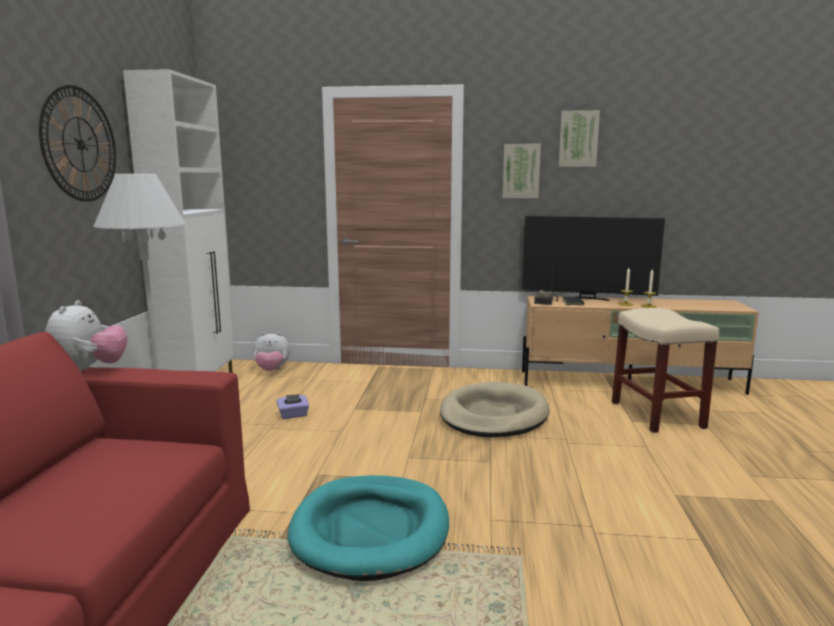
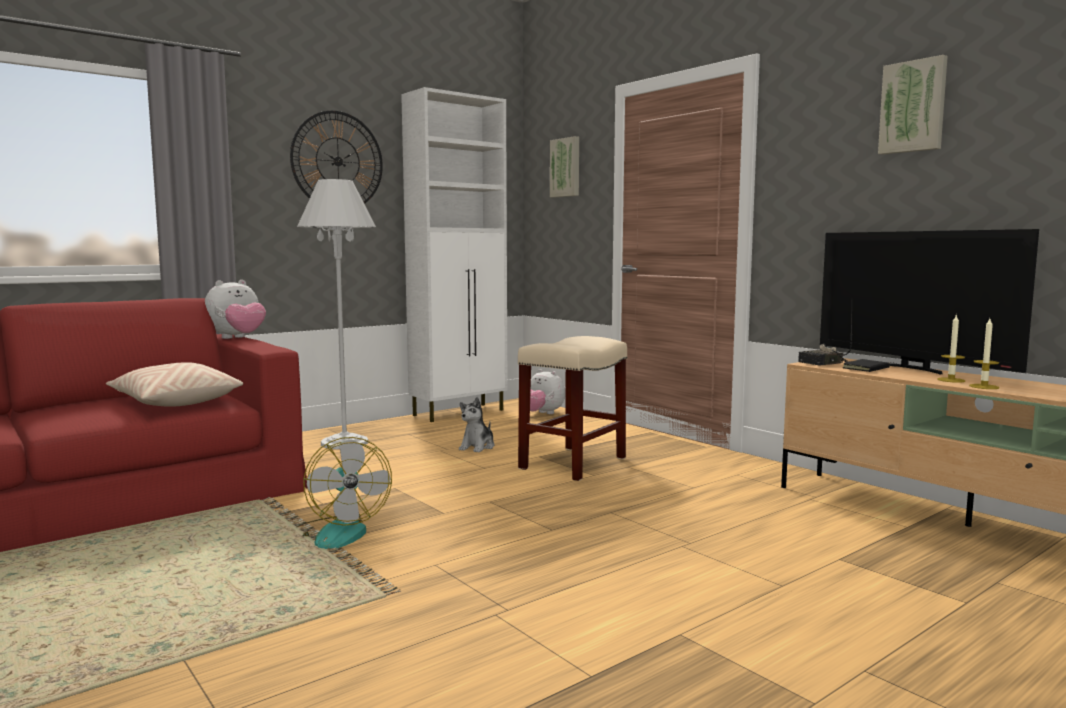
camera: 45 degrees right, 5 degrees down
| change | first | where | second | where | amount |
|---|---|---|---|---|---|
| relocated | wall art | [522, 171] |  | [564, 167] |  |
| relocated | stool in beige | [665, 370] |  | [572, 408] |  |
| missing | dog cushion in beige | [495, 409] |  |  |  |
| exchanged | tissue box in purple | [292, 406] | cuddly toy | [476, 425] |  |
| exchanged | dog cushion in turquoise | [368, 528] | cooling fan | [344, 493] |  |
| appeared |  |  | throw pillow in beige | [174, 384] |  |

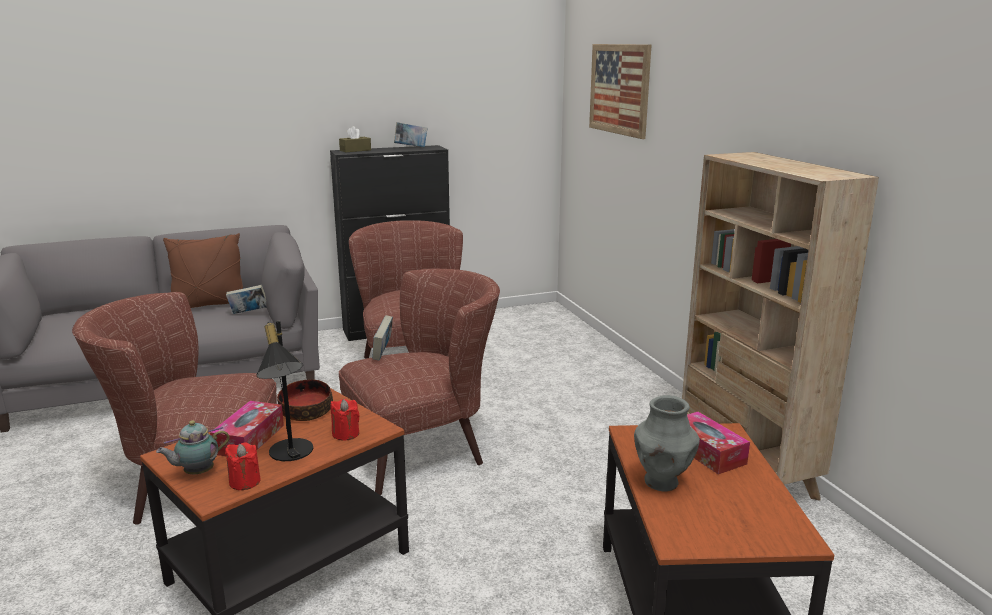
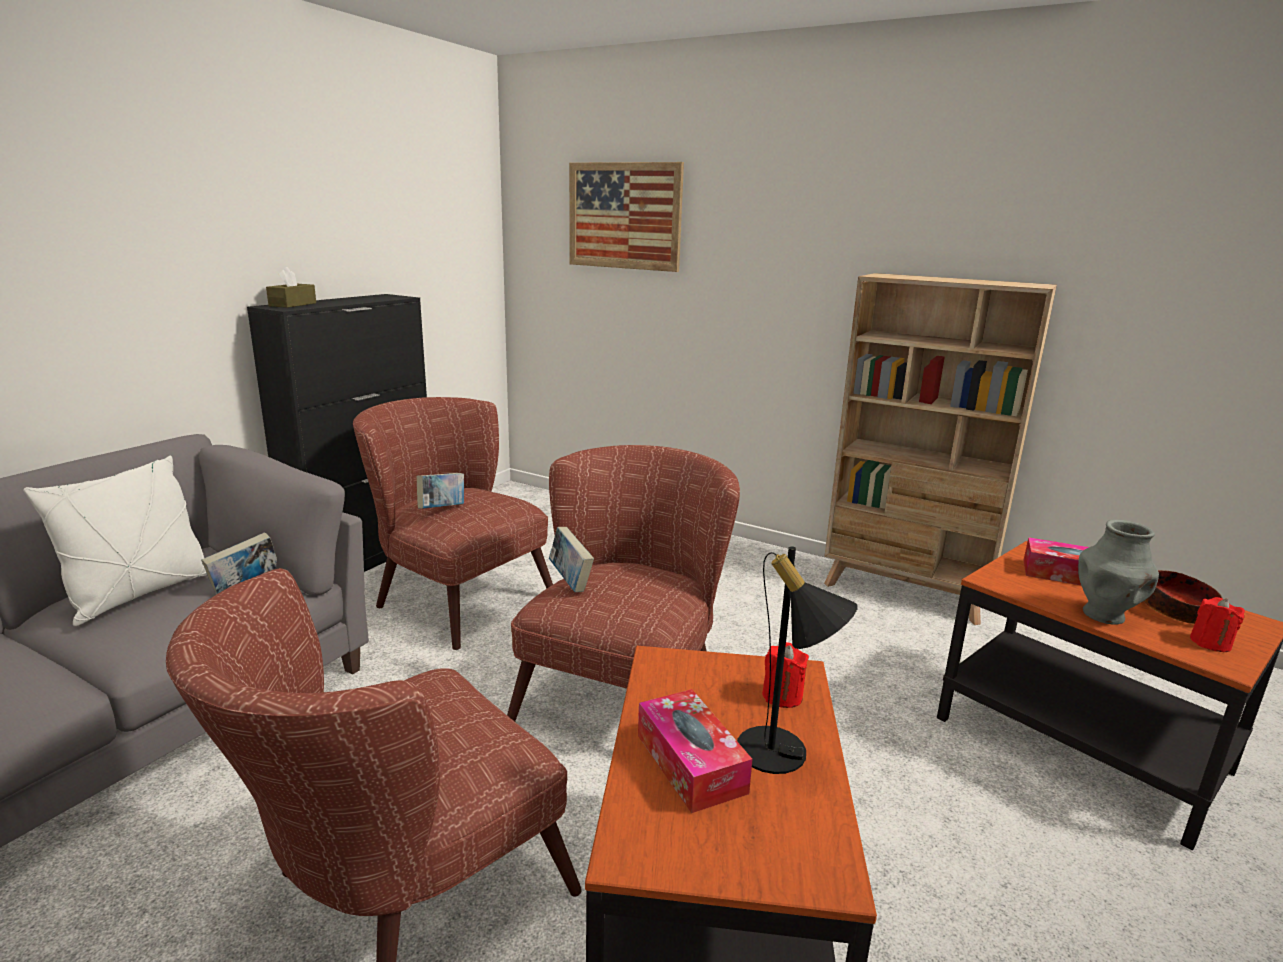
camera: 40 degrees left, 0 degrees up
| change | first | where | second | where | amount |
|---|---|---|---|---|---|
| relocated | book | [411, 134] |  | [440, 491] |  |
| colour | throw pillow in brown-coloured | [203, 270] | throw pillow in white | [115, 541] |  |
| relocated | deep dish | [305, 400] |  | [1183, 597] |  |
| missing | pot for tea | [193, 447] |  |  |  |
| relocated | wax candle in red-coloured | [242, 466] |  | [1217, 624] |  |

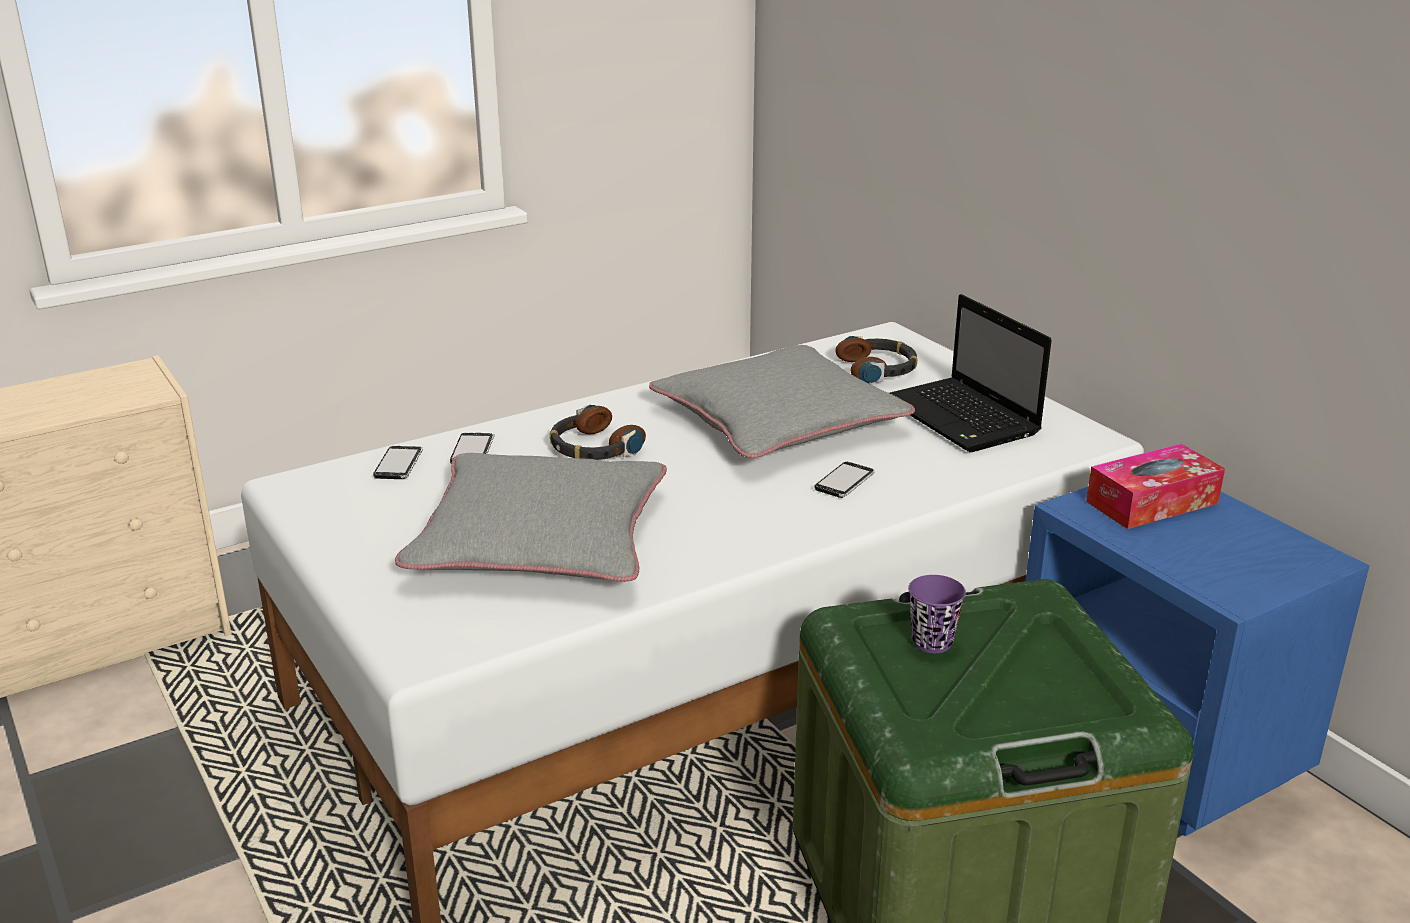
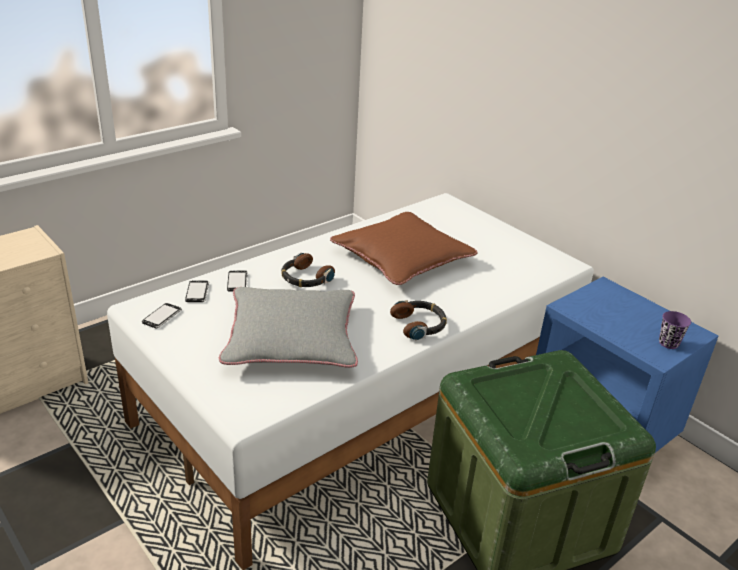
camera: 10 degrees left, 5 degrees up
| change | first | where | second | where | amount |
|---|---|---|---|---|---|
| missing | laptop | [971, 373] |  |  |  |
| relocated | headphones | [876, 360] |  | [418, 320] |  |
| colour | throw pillow in greyish | [782, 401] | throw pillow in brown-coloured | [404, 248] |  |
| missing | tissue box | [1155, 486] |  |  |  |
| relocated | handset | [845, 480] |  | [162, 315] |  |
| relocated | cup in purple | [937, 614] |  | [675, 330] |  |

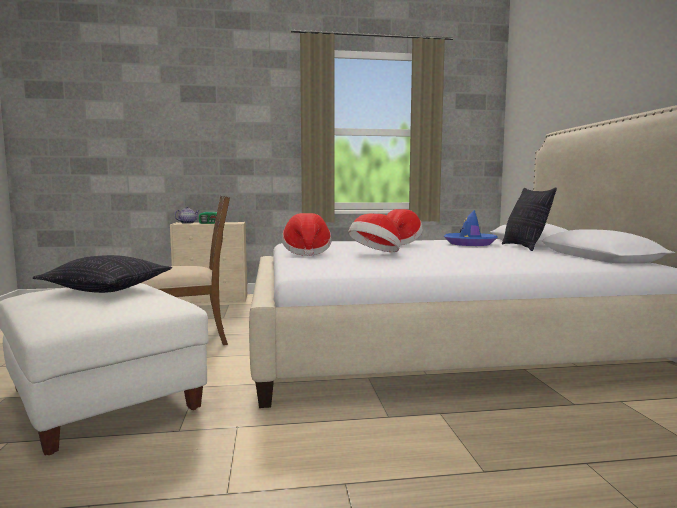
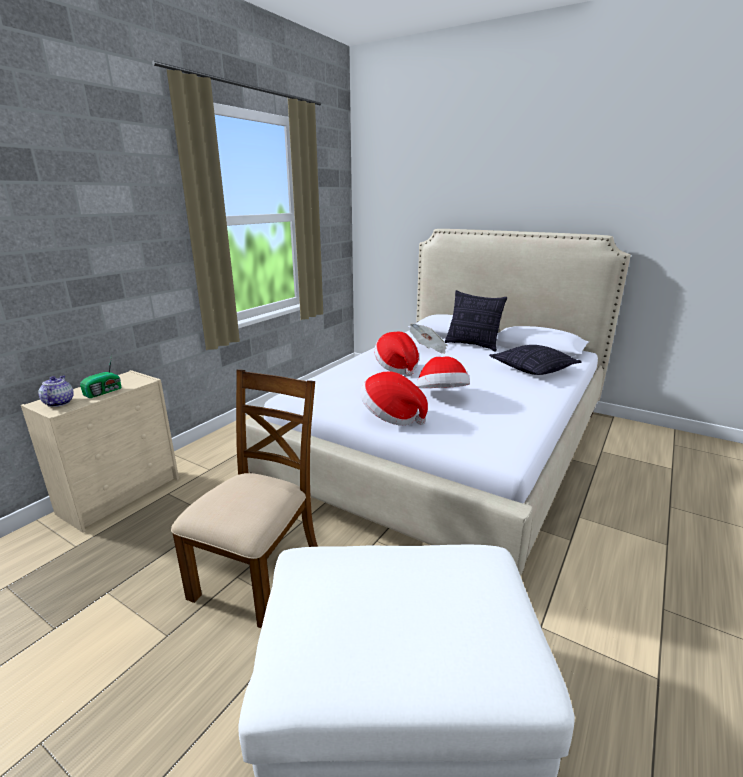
camera: 50 degrees left, 15 degrees up
| change | first | where | second | where | amount |
|---|---|---|---|---|---|
| exchanged | clothing hat in blue-coloured | [471, 228] | newspaper | [428, 338] |  |
| relocated | throw pillow | [102, 274] |  | [535, 360] |  |

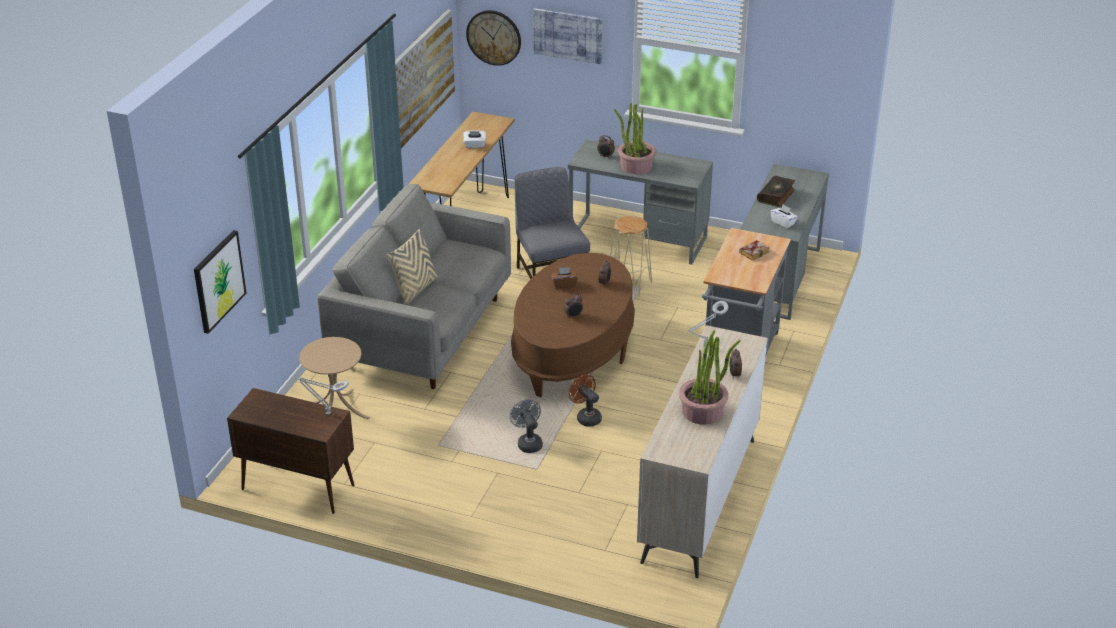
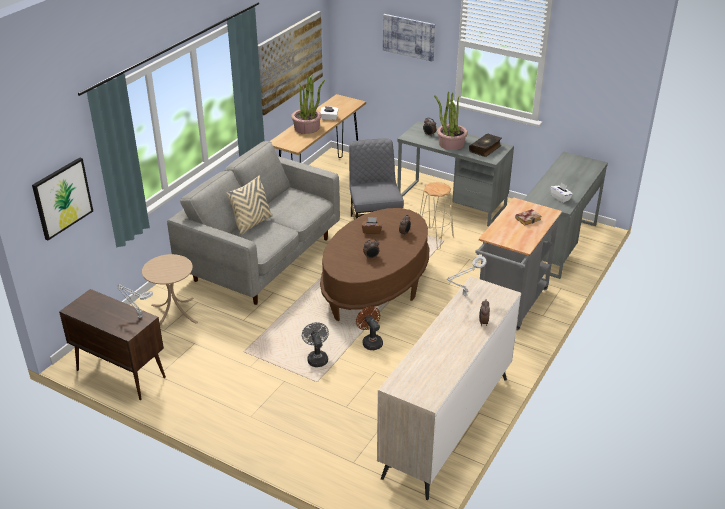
camera: 10 degrees right, 0 degrees up
| change | first | where | second | where | amount |
|---|---|---|---|---|---|
| missing | hanging clock | [493, 38] |  |  |  |
| relocated | book | [776, 191] |  | [485, 145] |  |
| relocated | potted plant | [709, 377] |  | [308, 104] |  |

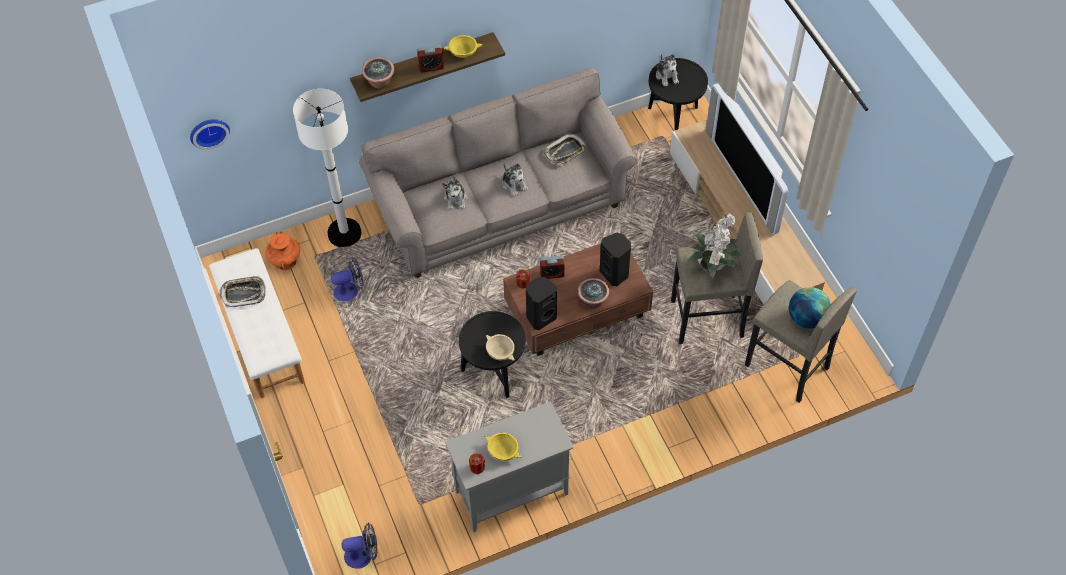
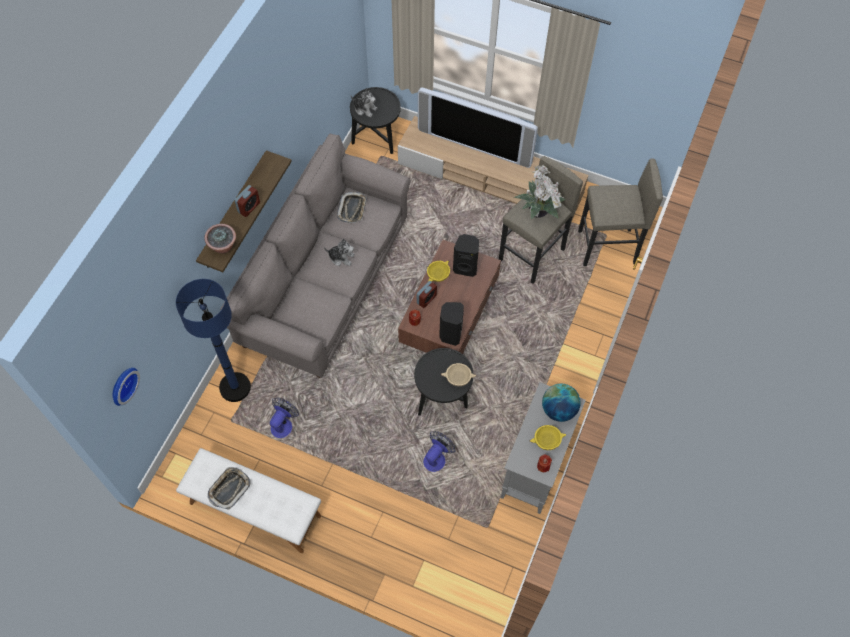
camera: 45 degrees left, 5 degrees up
| change | first | where | second | where | amount |
|---|---|---|---|---|---|
| relocated | deep dish in yellowish | [462, 46] |  | [438, 271] |  |
| colour | floor lamp in white | [327, 168] | floor lamp in blue-coloured | [213, 340] |  |
| missing | cuddly toy | [454, 193] |  |  |  |
| missing | decorative vase in orangey | [283, 250] |  |  |  |
| missing | potted plant | [593, 293] |  |  |  |
| relocated | globe | [810, 308] |  | [561, 403] |  |
| relocated | cooling fan | [359, 546] |  | [439, 451] |  |

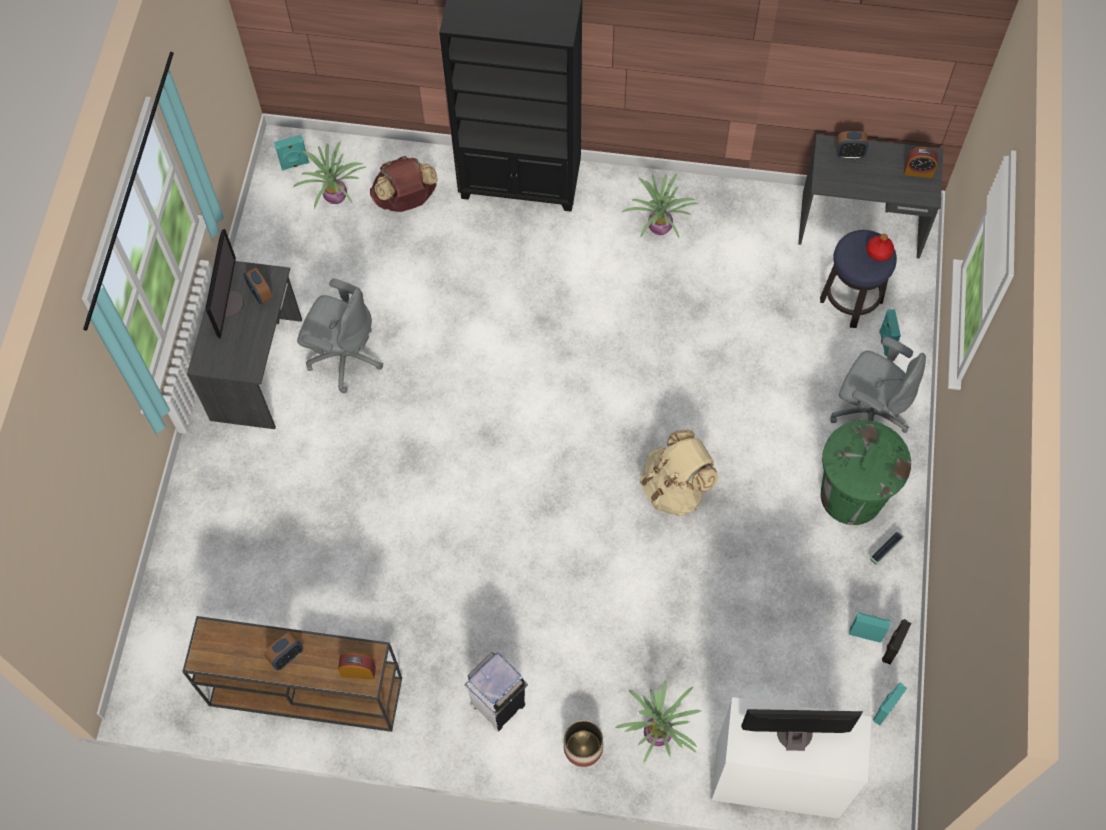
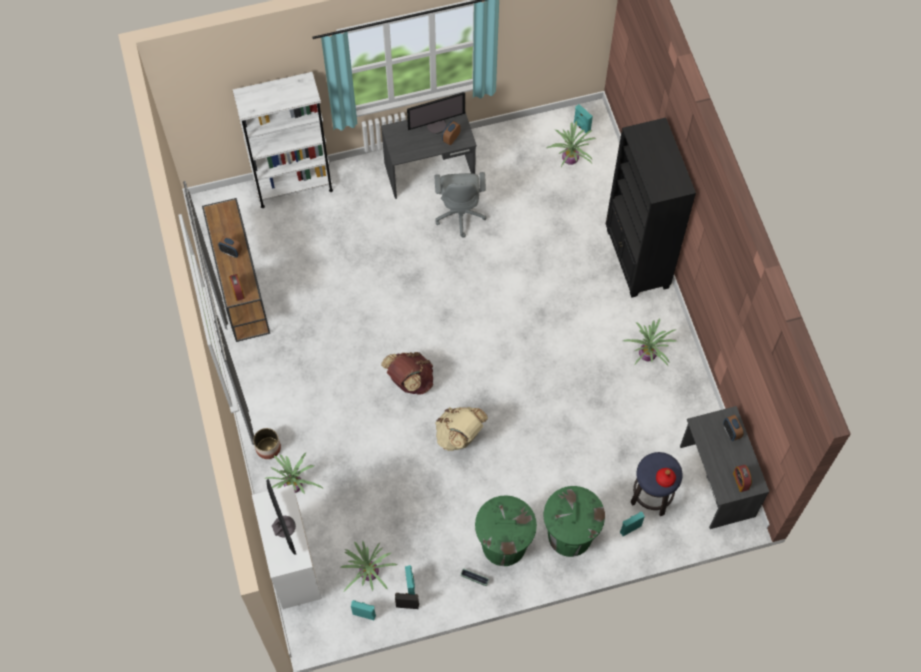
camera: 65 degrees right, 0 degrees up
| change | first | where | second | where | amount |
|---|---|---|---|---|---|
| relocated | backpack in brown-coloured | [404, 184] |  | [407, 373] |  |
| exchanged | desk chair in greyish | [878, 384] | waste bin in green-coloured | [574, 521] |  |
| missing | waste bin in white | [496, 692] |  |  |  |
| appeared |  |  | bookshelf in white | [283, 140] |  |
| appeared |  |  | potted plant | [369, 566] |  |

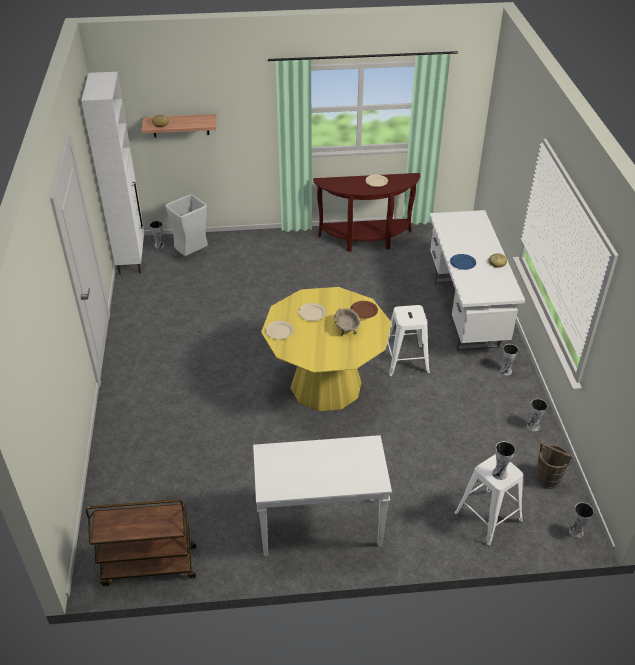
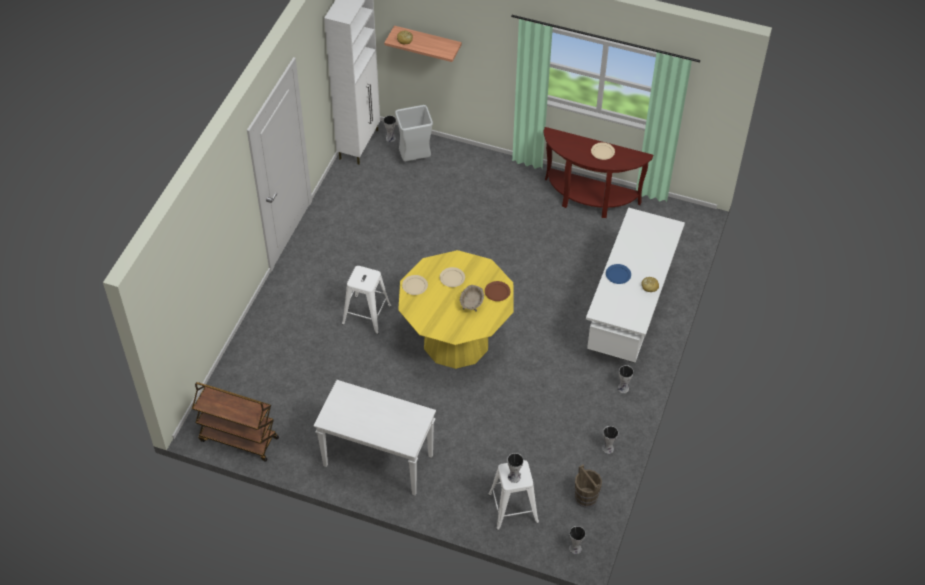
camera: 25 degrees right, 10 degrees up
| change | first | where | second | where | amount |
|---|---|---|---|---|---|
| relocated | stool in white | [408, 341] |  | [366, 300] |  |

